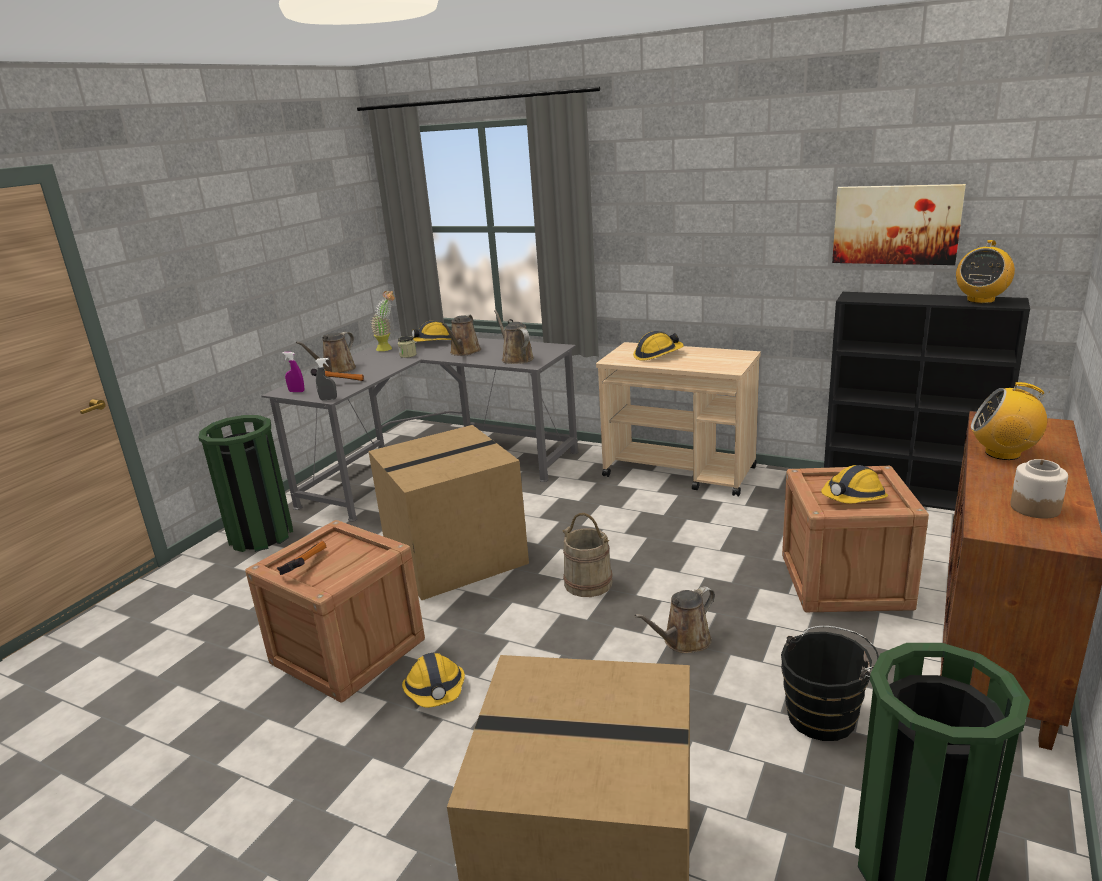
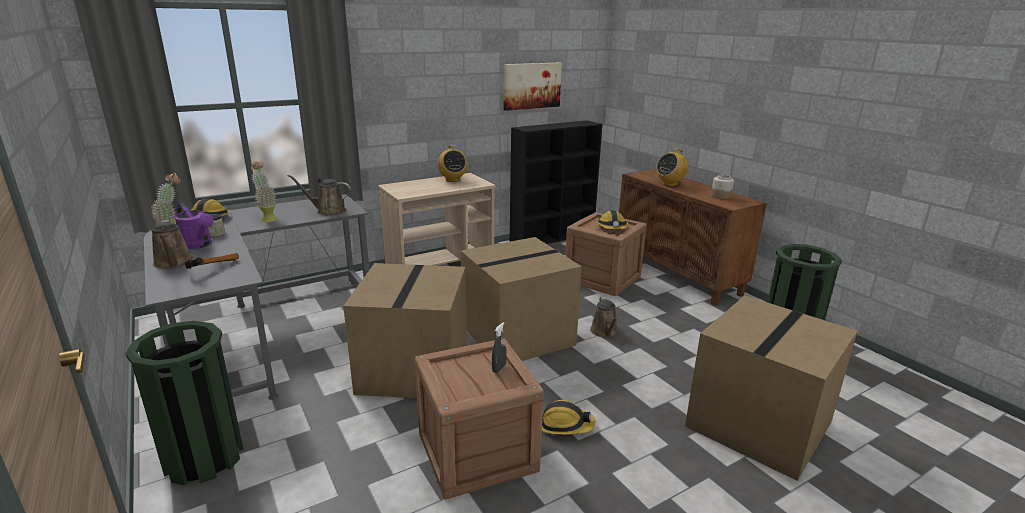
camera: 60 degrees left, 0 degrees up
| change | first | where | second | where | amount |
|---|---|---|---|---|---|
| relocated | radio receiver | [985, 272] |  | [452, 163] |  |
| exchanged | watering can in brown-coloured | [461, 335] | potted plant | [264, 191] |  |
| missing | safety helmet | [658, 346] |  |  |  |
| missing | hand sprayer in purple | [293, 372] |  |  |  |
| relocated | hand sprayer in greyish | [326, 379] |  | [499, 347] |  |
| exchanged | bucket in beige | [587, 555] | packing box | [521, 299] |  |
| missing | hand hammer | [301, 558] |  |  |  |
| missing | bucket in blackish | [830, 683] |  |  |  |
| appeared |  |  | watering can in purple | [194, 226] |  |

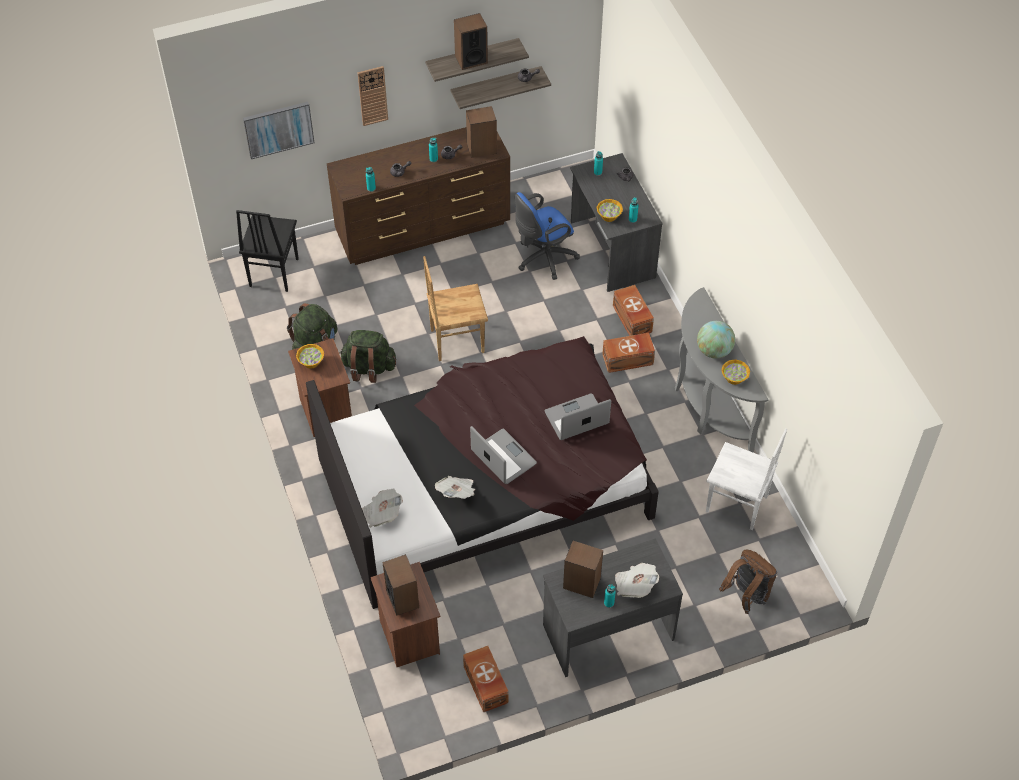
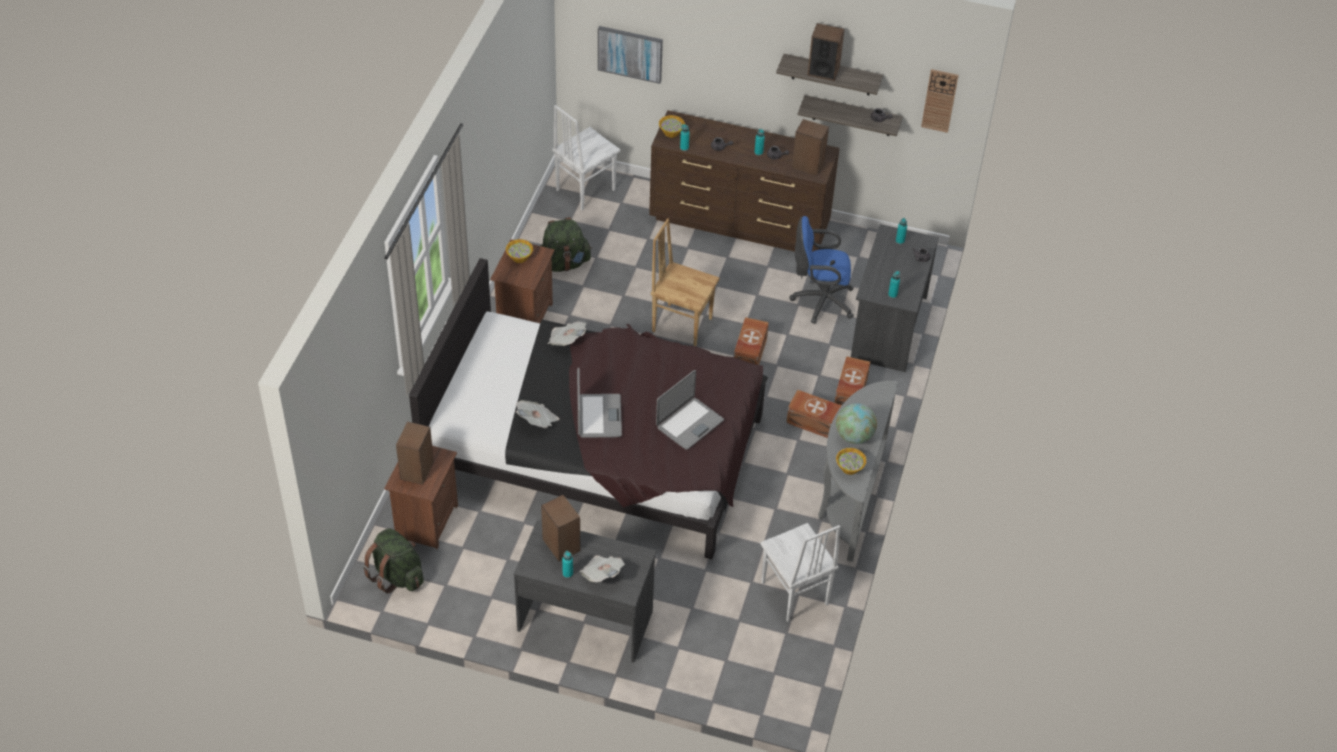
camera: 35 degrees right, 5 degrees down
| change | first | where | second | where | amount |
|---|---|---|---|---|---|
| relocated | hanging clock | [373, 96] |  | [940, 101] |  |
| relocated | deep dish | [610, 210] |  | [672, 126] |  |
| colour | upright chair in blackish | [267, 251] | upright chair in white | [586, 157] |  |
| relocated | backpack in green-coloured | [367, 356] |  | [393, 560] |  |
| spun | laptop | [578, 416] |  | [690, 410] | 120 degrees clockwise |
| relocated | newspaper | [382, 508] |  | [567, 333] |  |
| missing | backpack in brown-coloured | [748, 582] |  |  |  |
| relocated | storage bin in brown-coloured | [486, 679] |  | [751, 341] |  |

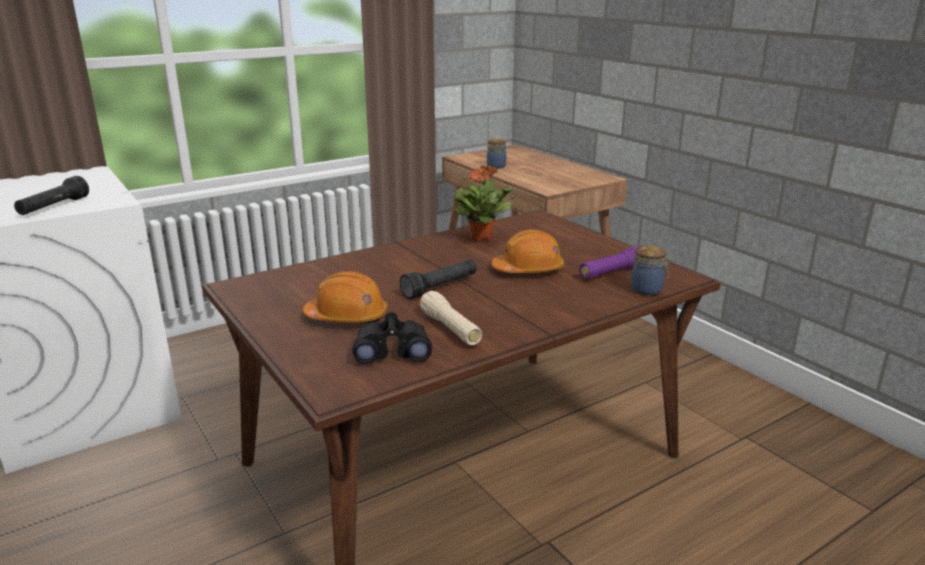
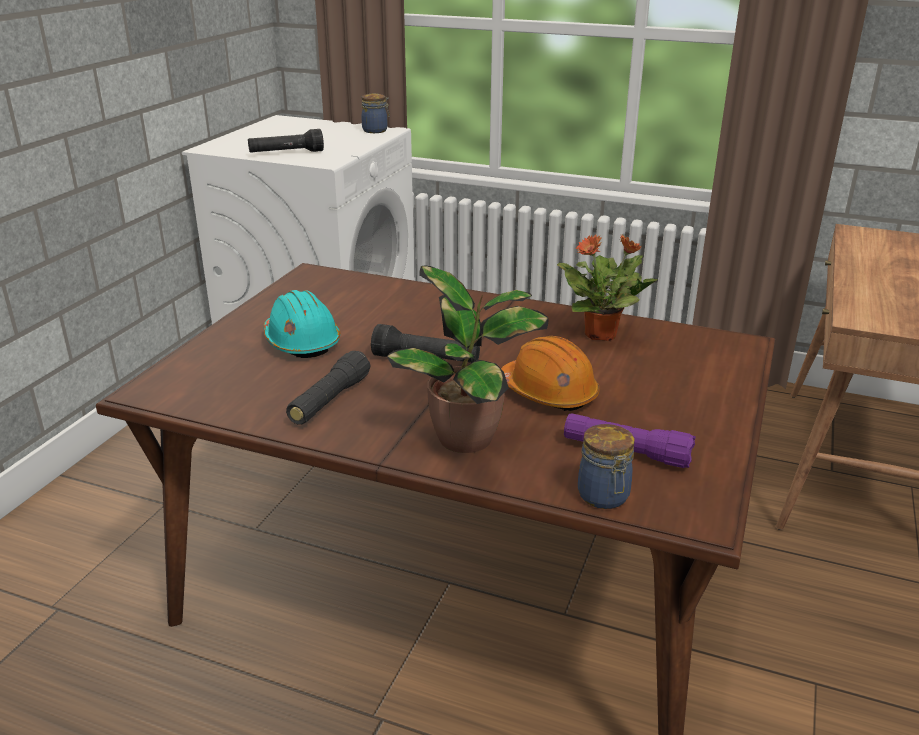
camera: 55 degrees right, 5 degrees up
| change | first | where | second | where | amount |
|---|---|---|---|---|---|
| relocated | jar | [496, 154] |  | [375, 113] |  |
| colour | safety helmet in orangey | [345, 297] | safety helmet in turquoise | [301, 324] |  |
| colour | hand torch in beige | [451, 318] | hand torch in blackish | [328, 388] |  |
| missing | field glasses in blackish | [392, 338] |  |  |  |
| appeared |  |  | potted plant | [467, 359] |  |

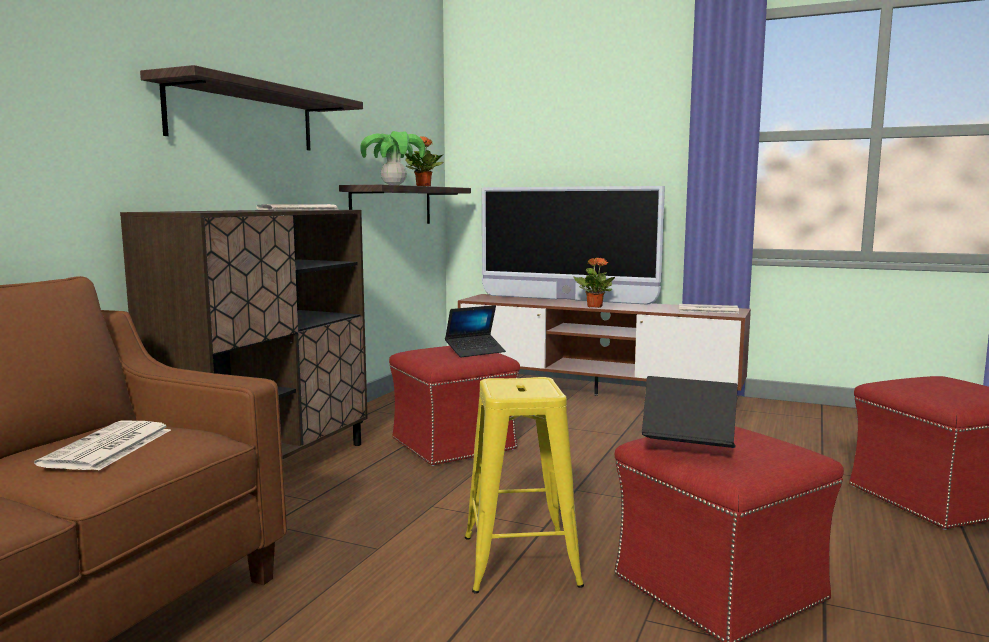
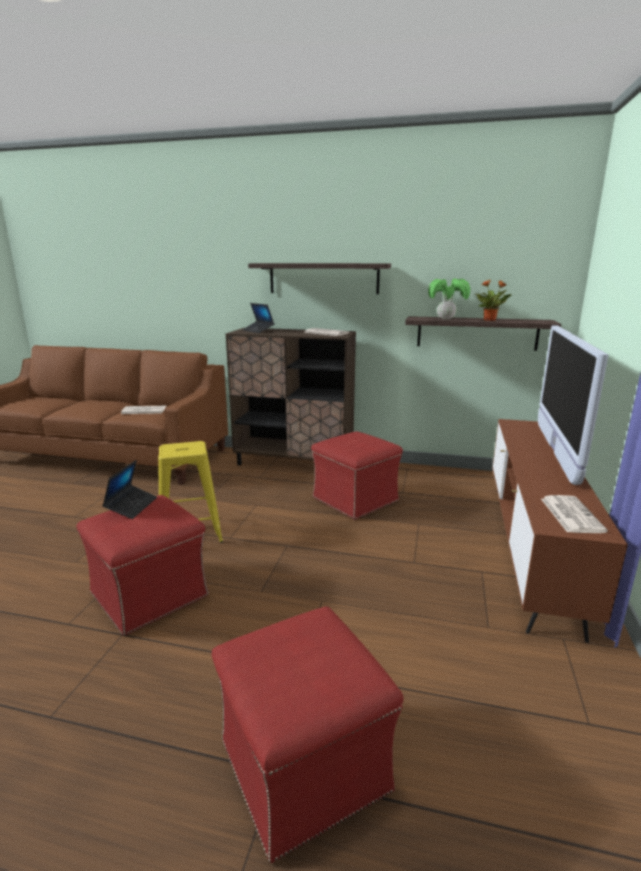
camera: 80 degrees right, 10 degrees up
| change | first | where | second | where | amount |
|---|---|---|---|---|---|
| missing | potted plant | [594, 283] |  |  |  |
| relocated | laptop | [475, 331] |  | [258, 318] |  |

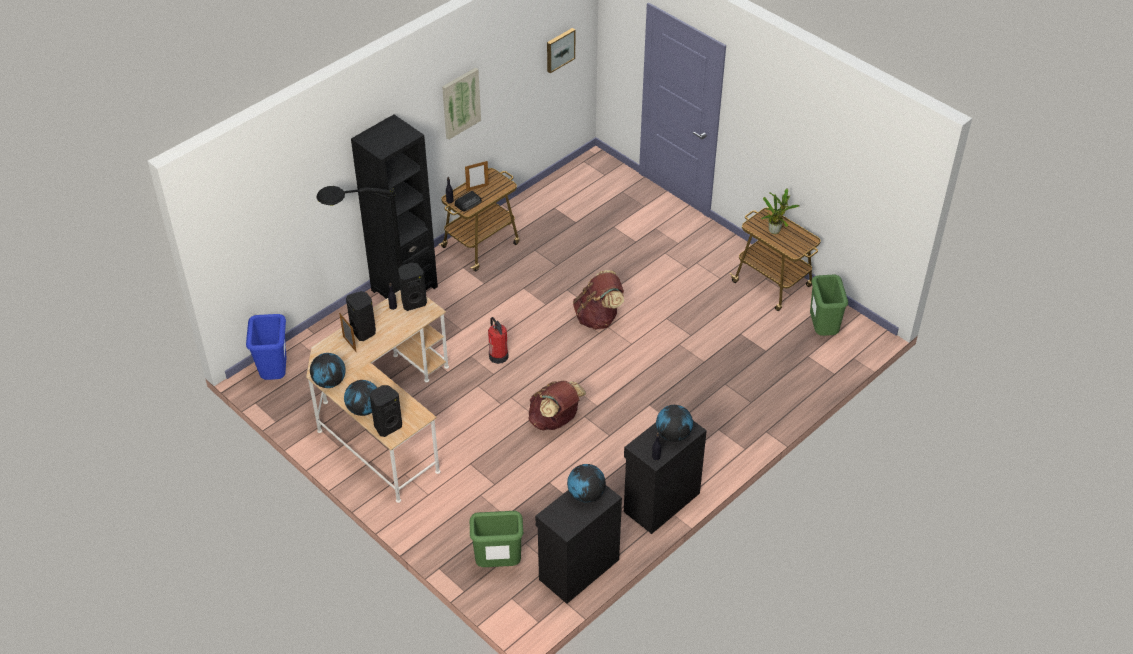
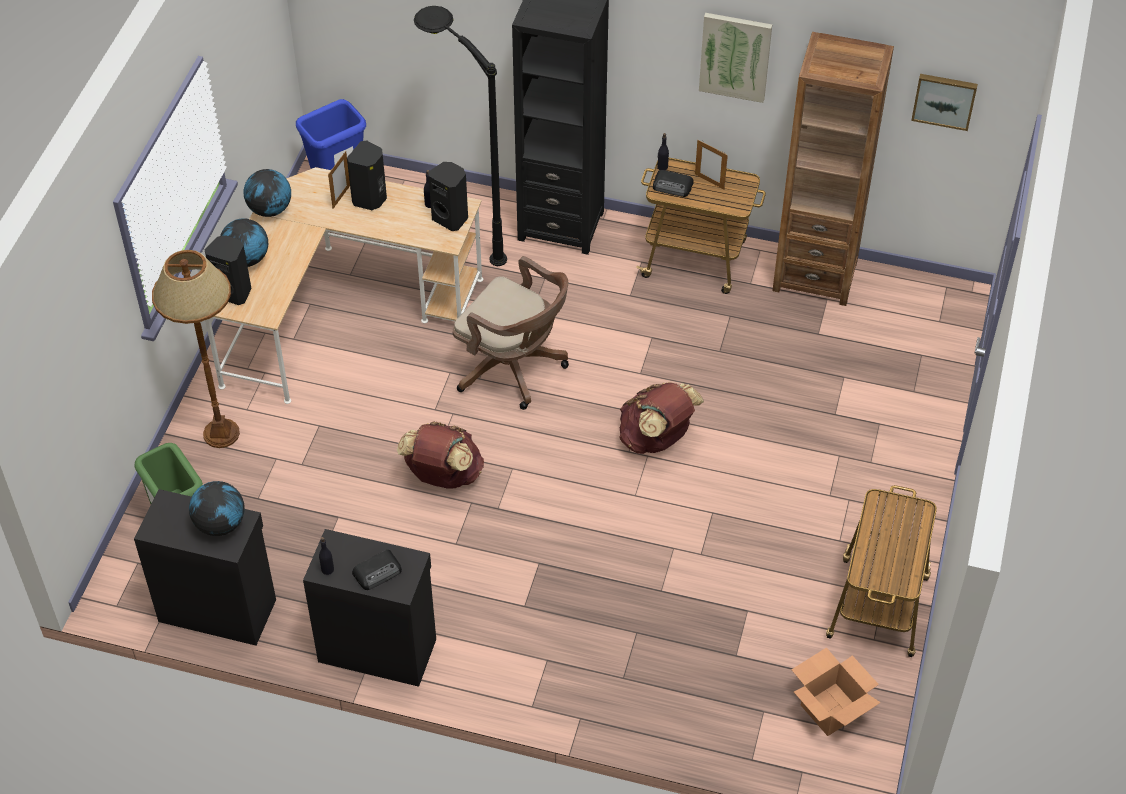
camera: 60 degrees right, 5 degrees up
| change | first | where | second | where | amount |
|---|---|---|---|---|---|
| missing | potted plant | [780, 211] |  |  |  |
| exchanged | waste bin in green-coloured | [829, 305] | packing box | [836, 691] |  |
| exchanged | fire extinguisher | [498, 340] | desk chair in brown-coloured | [511, 333] |  |
| exchanged | globe | [674, 423] | radio receiver | [377, 570] |  |
| appeared |  |  | bookshelf in brown-coloured | [833, 169] |  |
| appeared |  |  | floor lamp in brown-coloured | [196, 349] |  |

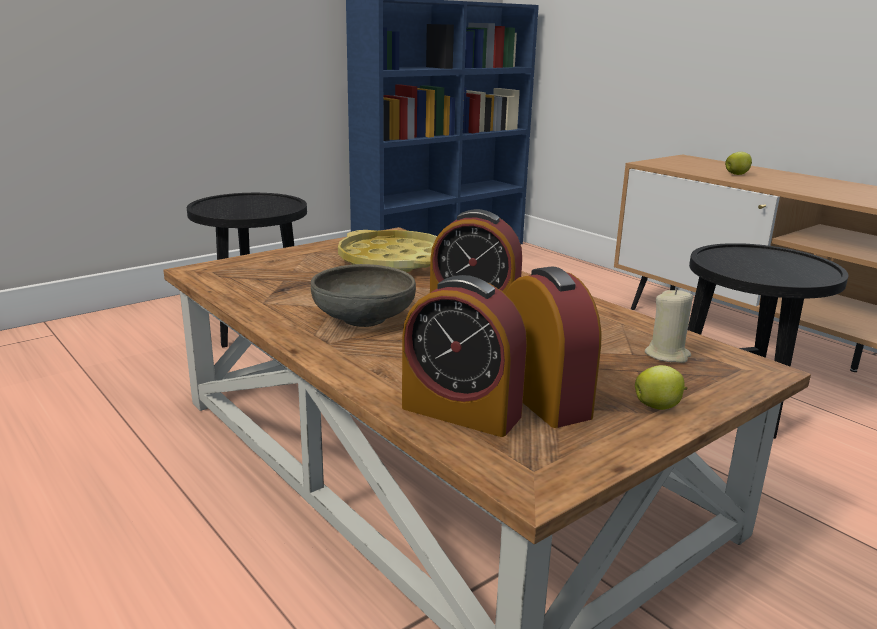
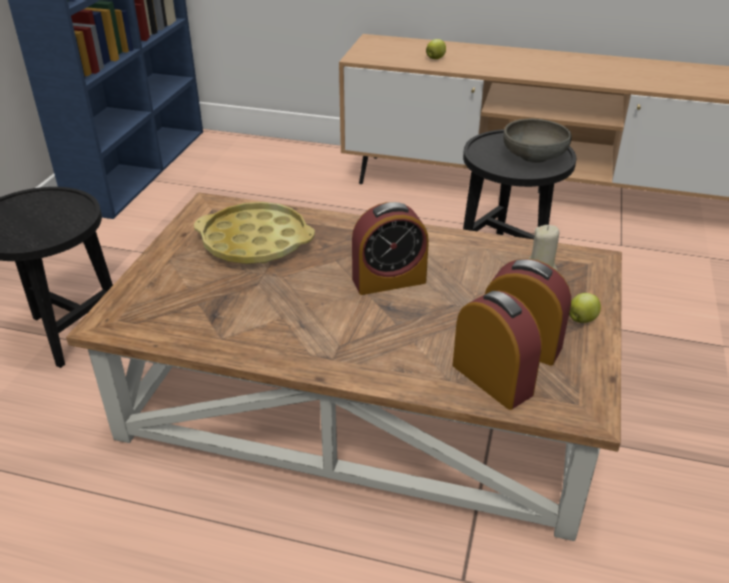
camera: 35 degrees left, 15 degrees up
| change | first | where | second | where | amount |
|---|---|---|---|---|---|
| relocated | deep dish in greyish | [363, 295] |  | [537, 140] |  |
| spun | bedside clock | [464, 356] |  | [497, 350] | 120 degrees counterclockwise |

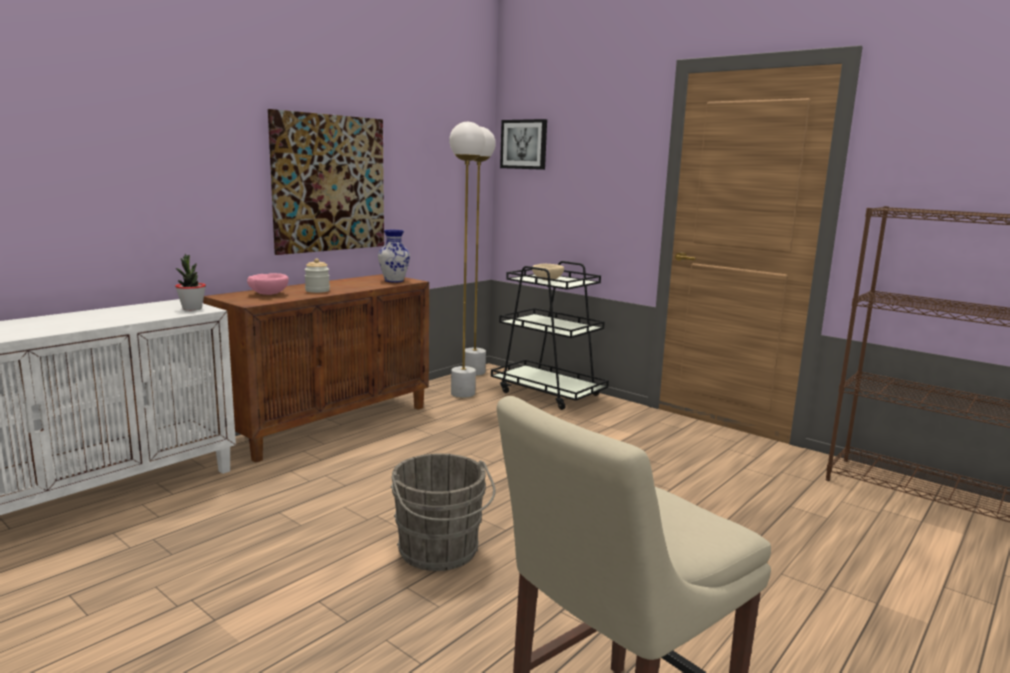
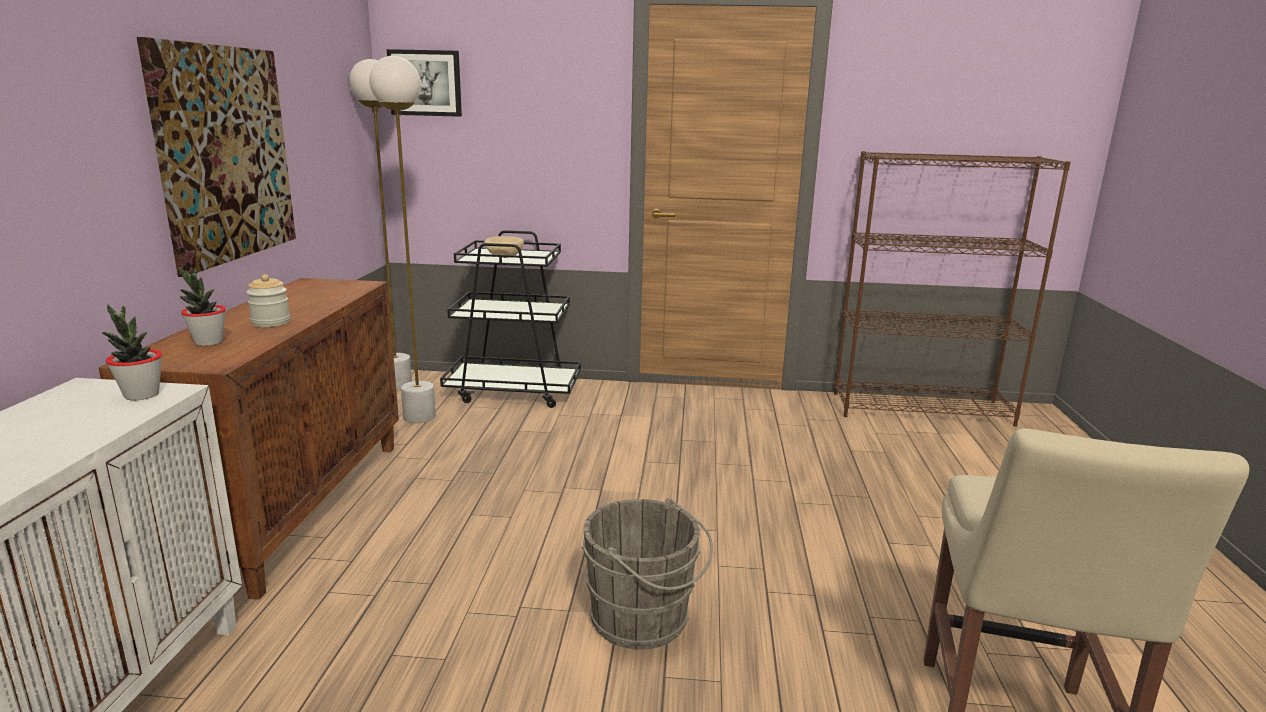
camera: 35 degrees left, 5 degrees up
| change | first | where | second | where | amount |
|---|---|---|---|---|---|
| missing | decorative vase | [394, 256] |  |  |  |
| exchanged | deep dish in pink-coloured | [268, 284] | potted plant | [202, 306] |  |

